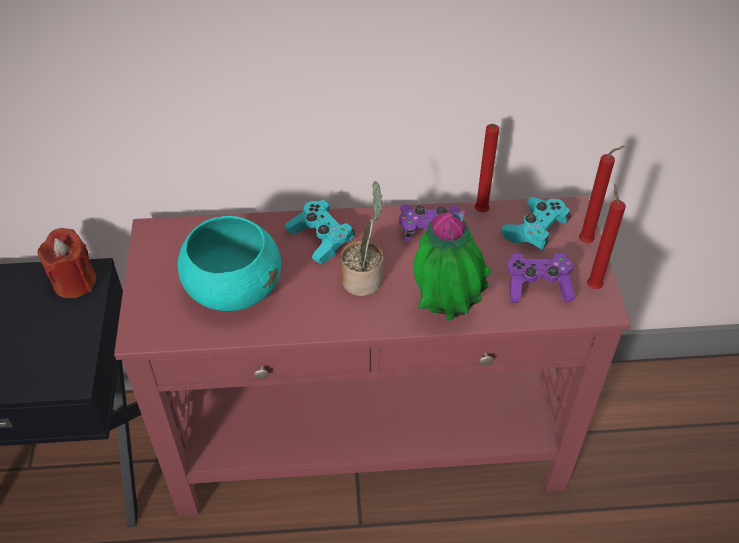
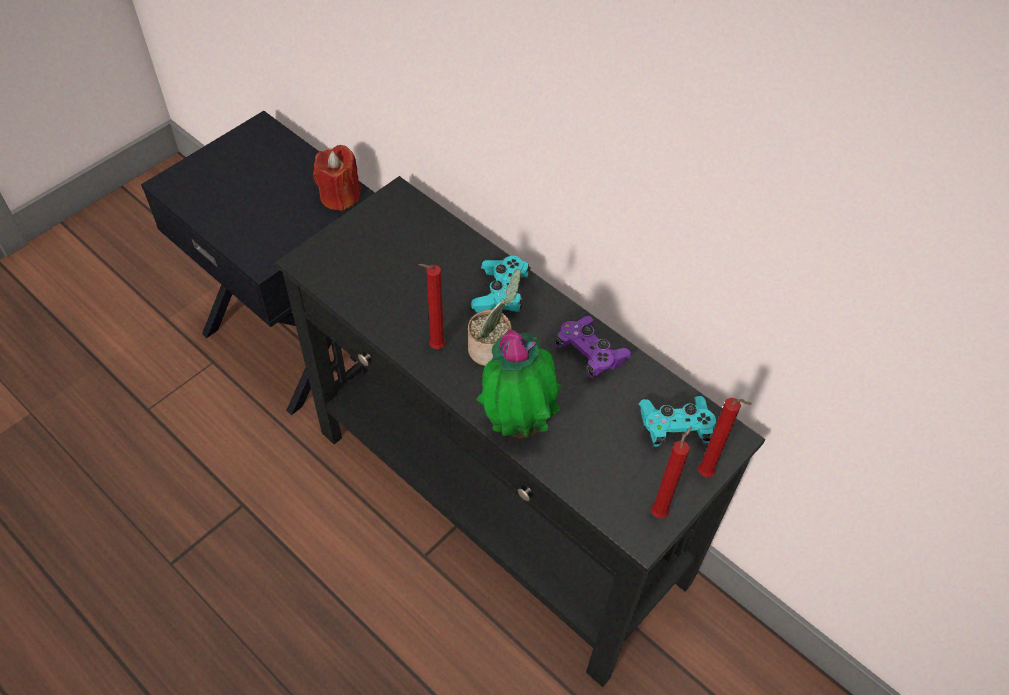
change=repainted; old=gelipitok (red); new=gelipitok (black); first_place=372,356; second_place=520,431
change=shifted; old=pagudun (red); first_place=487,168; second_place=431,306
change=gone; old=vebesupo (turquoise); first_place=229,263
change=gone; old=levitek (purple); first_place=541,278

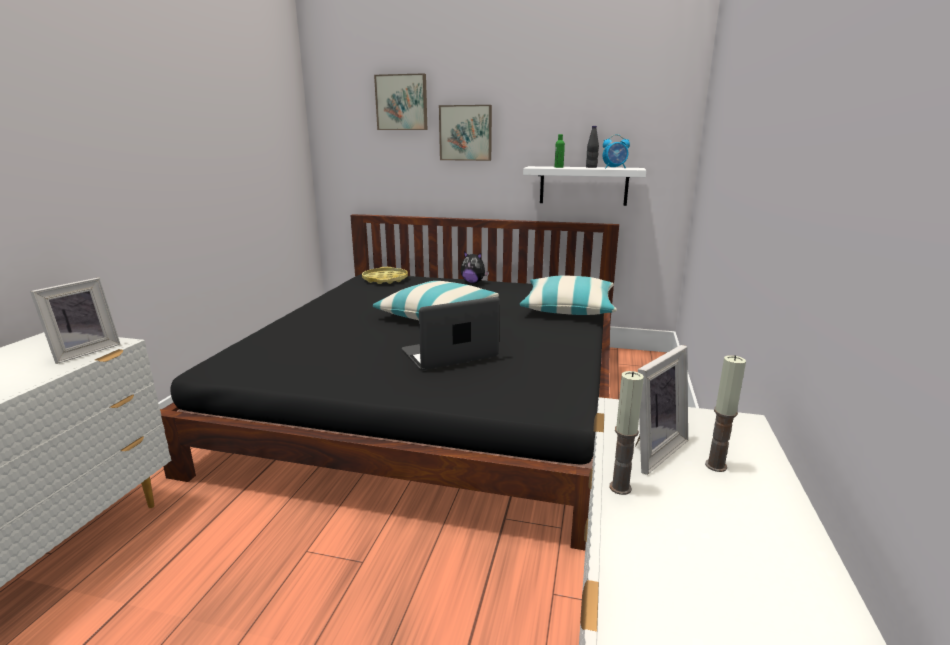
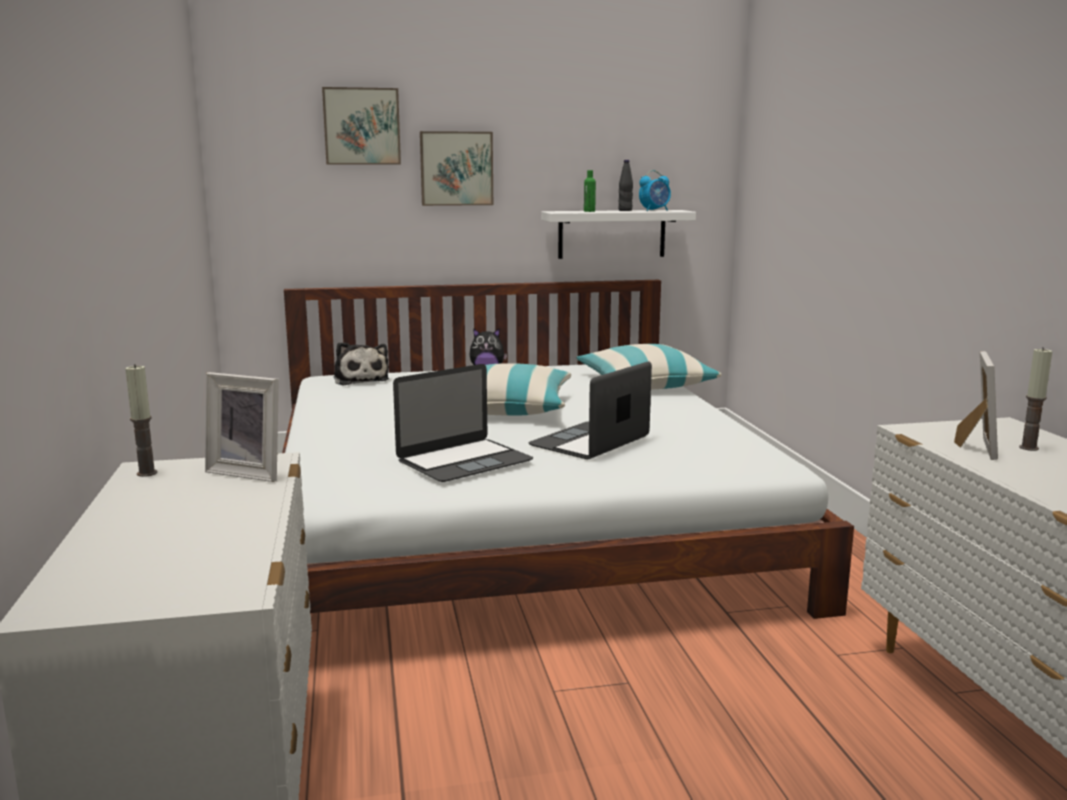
change=shifted; old=pagudun; first_place=626,433; second_place=141,420
change=rotated; old=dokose; first_place=75,321; second_place=242,427; degrees=105
change=repainted; old=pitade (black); new=pitade (white); first_place=389,382; second_place=568,449
change=swapped; old=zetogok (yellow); new=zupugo; first_place=385,275; second_place=361,364
change=new; new=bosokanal; second_place=463,423

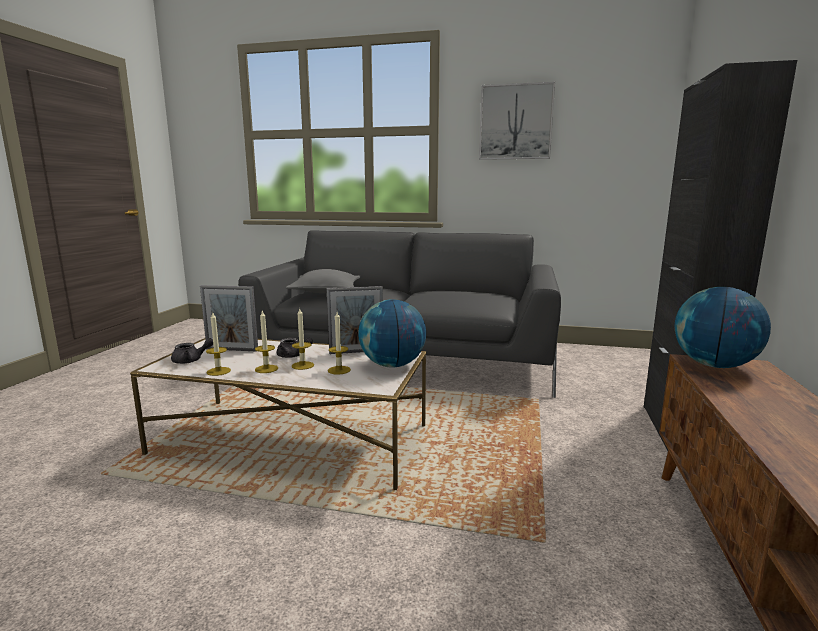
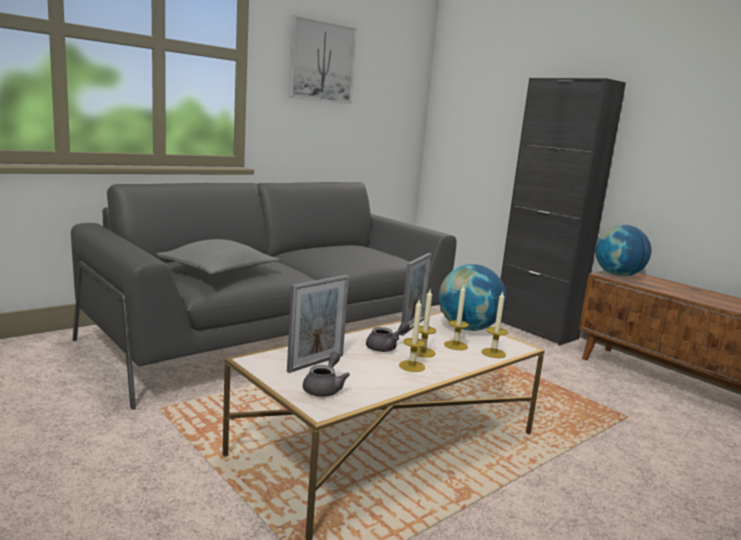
change=shifted; old=pagudun; first_place=218,343; second_place=494,325

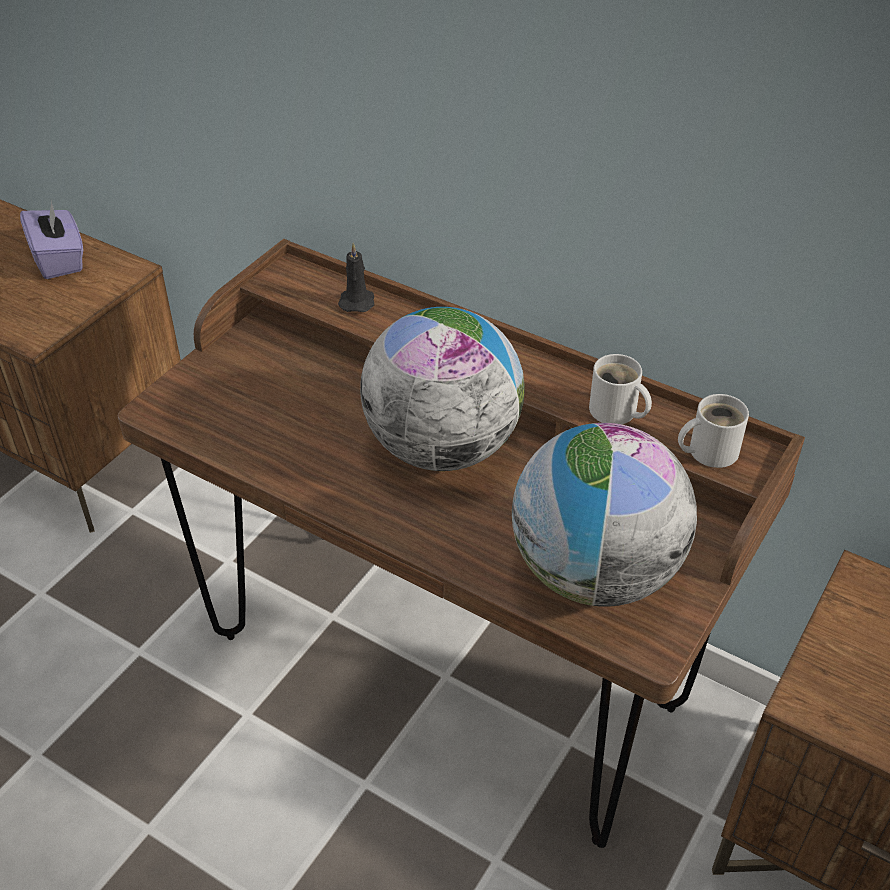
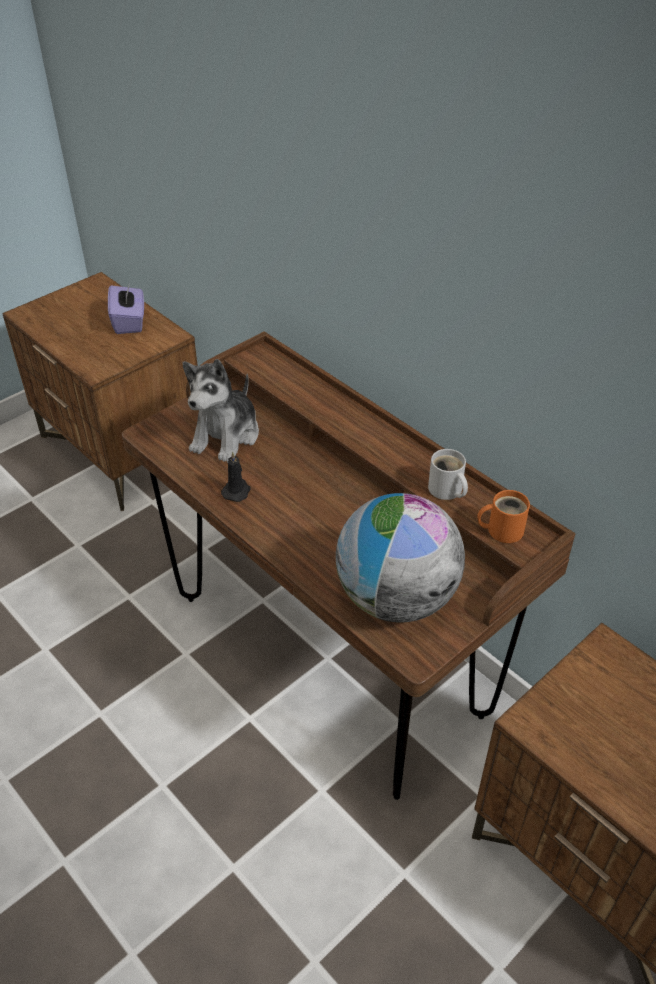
change=new; new=zupugo; second_place=221,411
change=shifted; old=pagudun (black); first_place=356,277; second_place=236,476
change=repainted; old=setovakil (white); new=setovakil (orange); first_place=713,431; second_place=503,516
change=gone; old=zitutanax; first_place=442,389

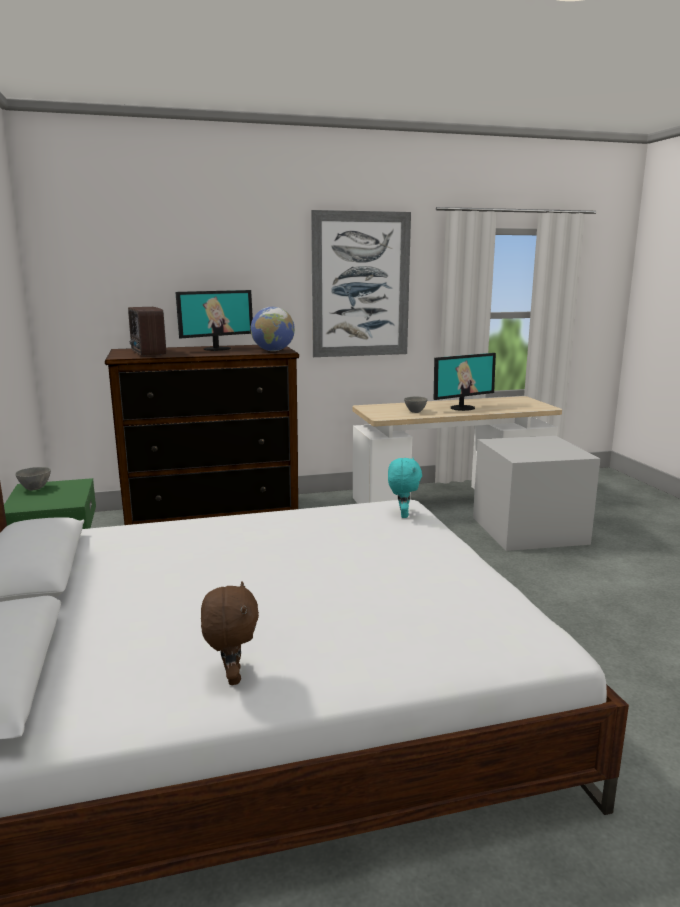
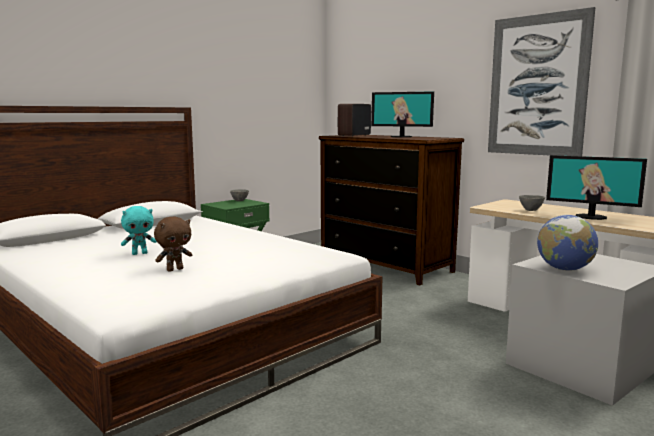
change=shifted; old=zupugo (turquoise); first_place=405,488; second_place=139,230
change=shifted; old=zupugo (brown); first_place=230,633; second_place=173,244
change=shifted; old=zitutanax; first_place=273,329; second_place=567,243

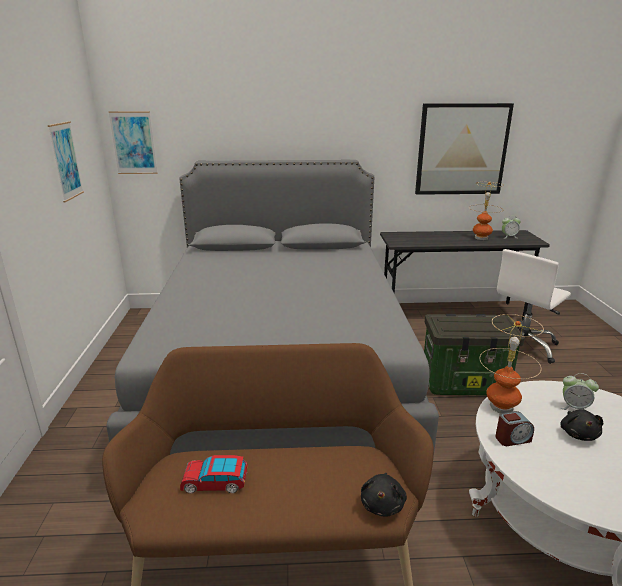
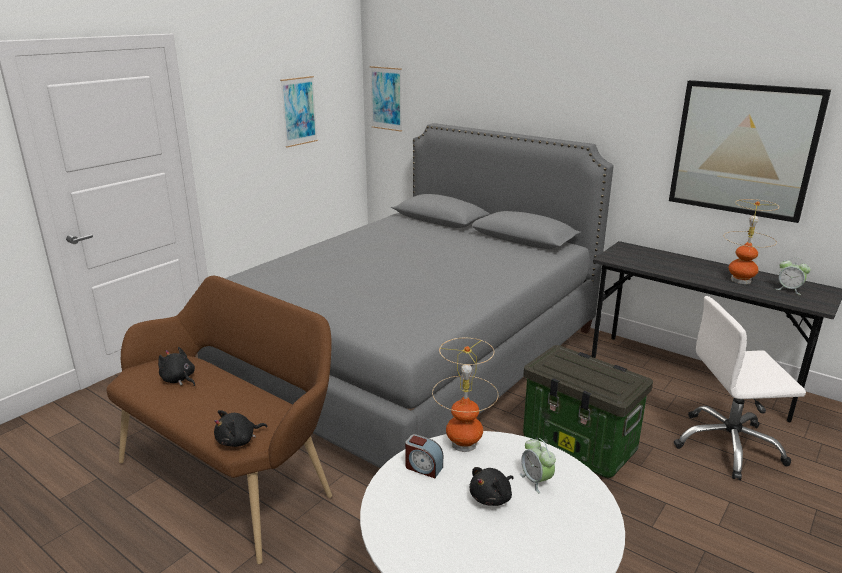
change=swapped; old=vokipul; new=zupugo (black); first_place=214,474; second_place=176,366

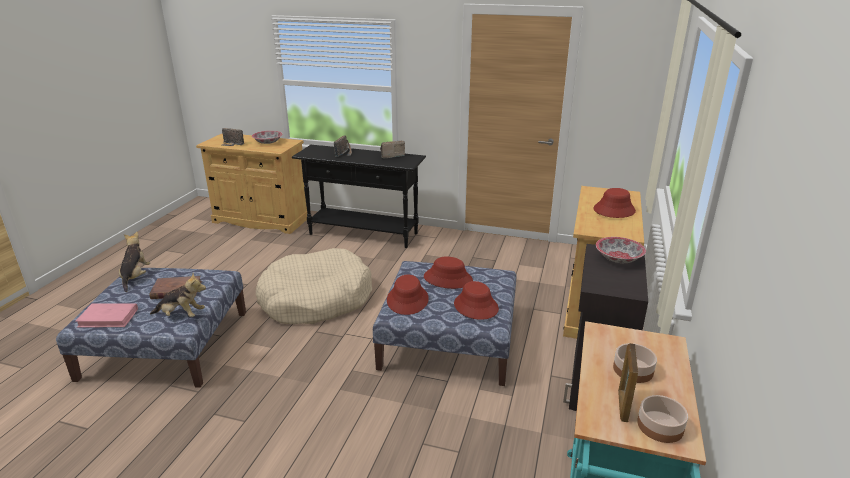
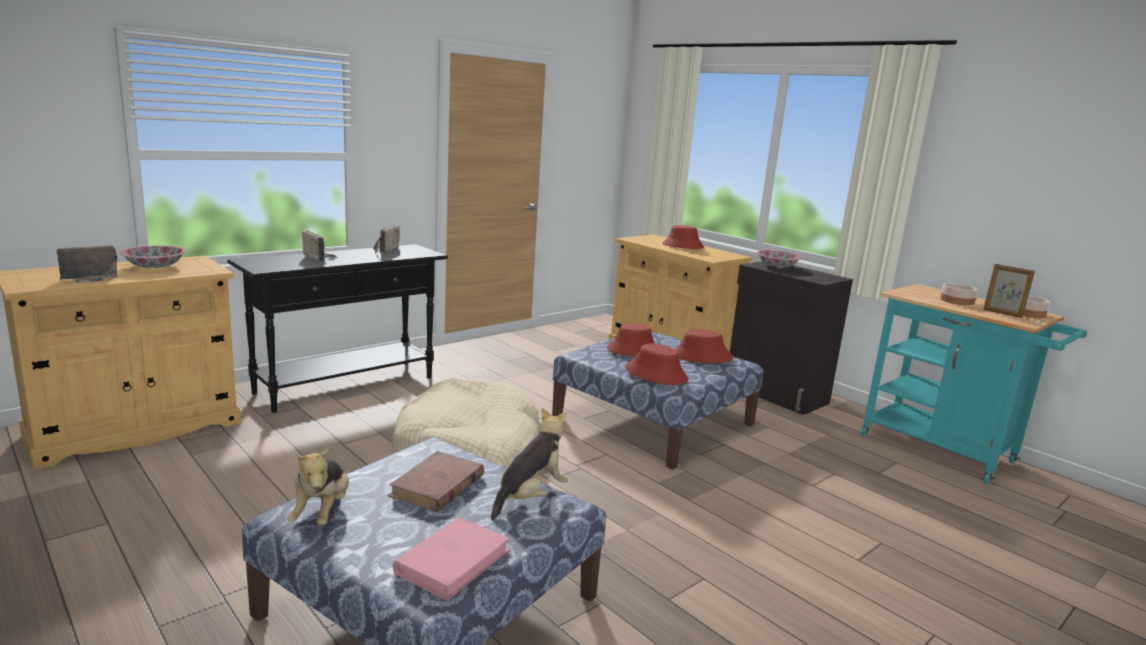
change=rotated; old=zupugo; first_place=135,262; second_place=318,486; degrees=-120

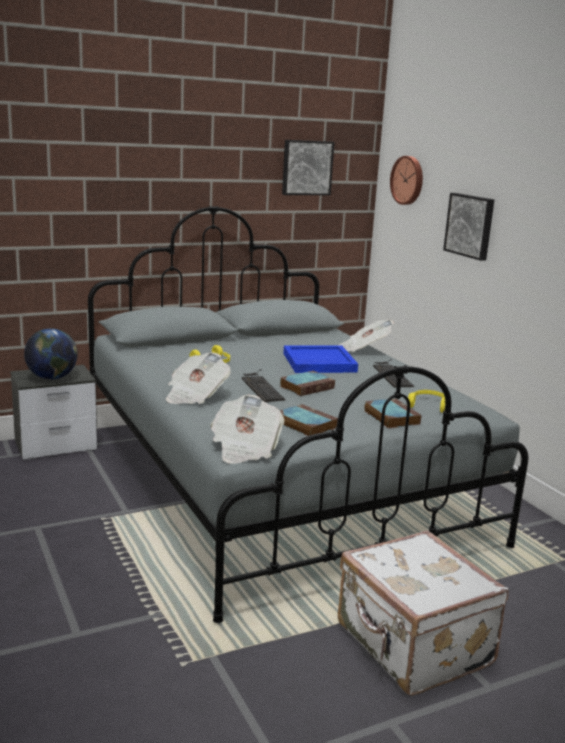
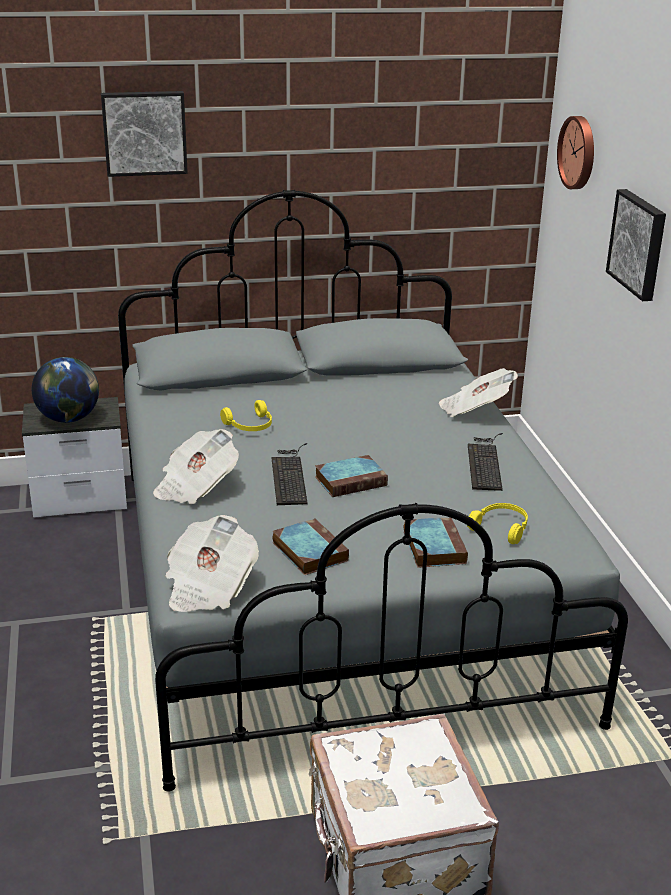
change=shifted; old=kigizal; first_place=308,167; second_place=144,134
change=gone; old=zetogok (blue); first_place=320,359

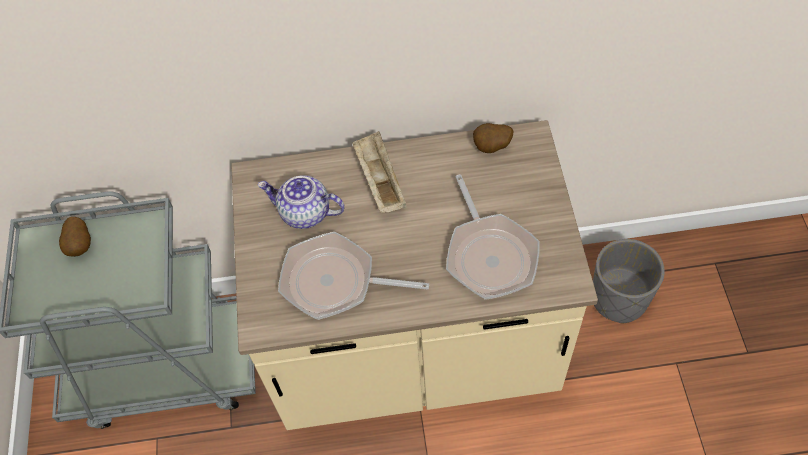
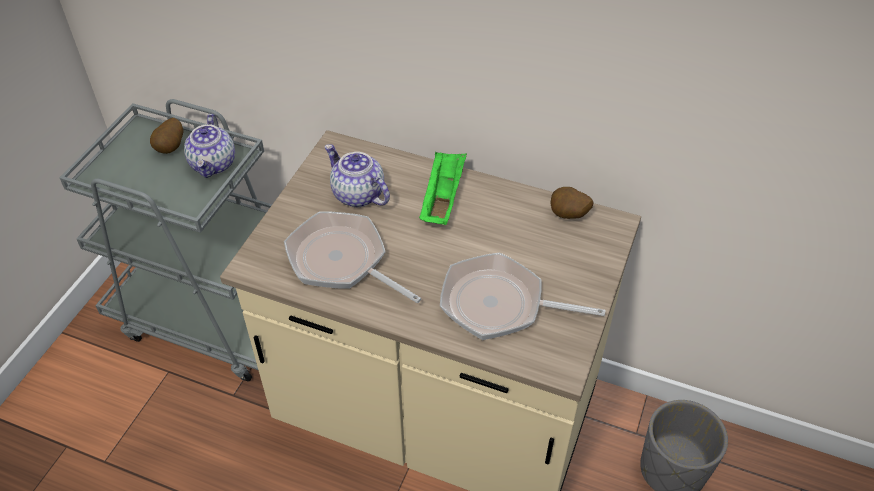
change=new; new=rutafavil; second_place=209,146
change=repainted; old=zetogok (beige); new=zetogok (green); first_place=379,172; second_place=443,188
change=rotated; old=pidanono; first_place=493,237; second_place=522,296; degrees=90

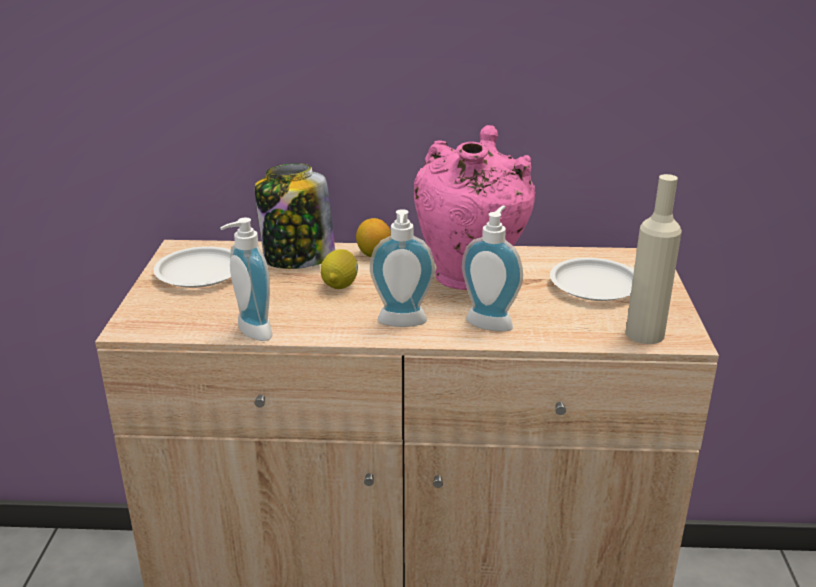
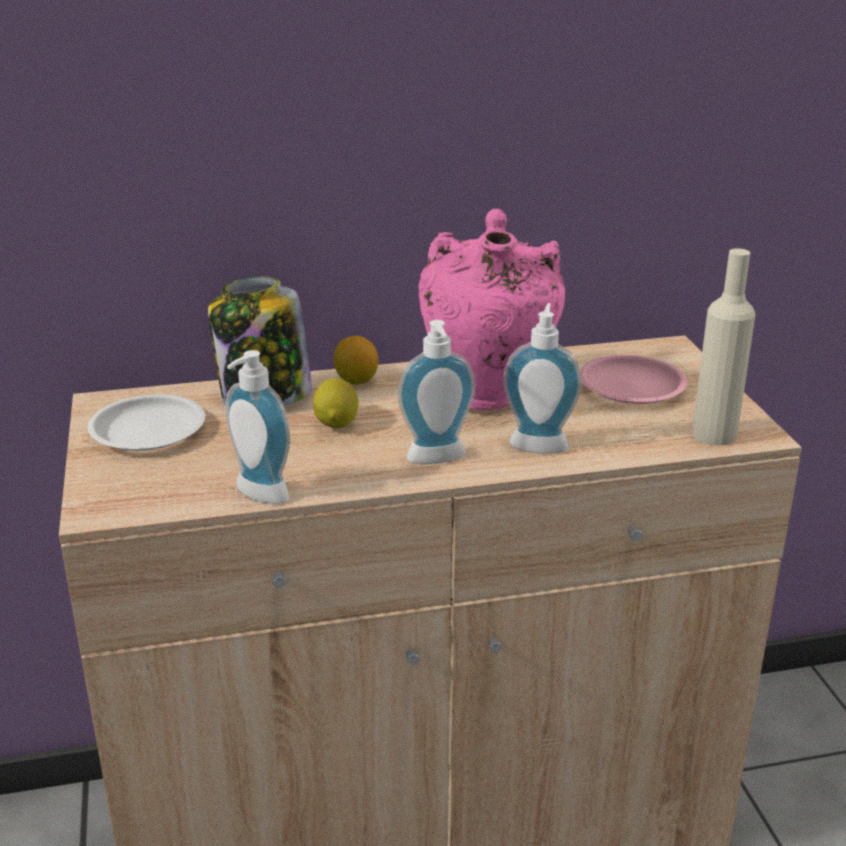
change=repainted; old=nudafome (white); new=nudafome (pink); first_place=592,279; second_place=633,379

